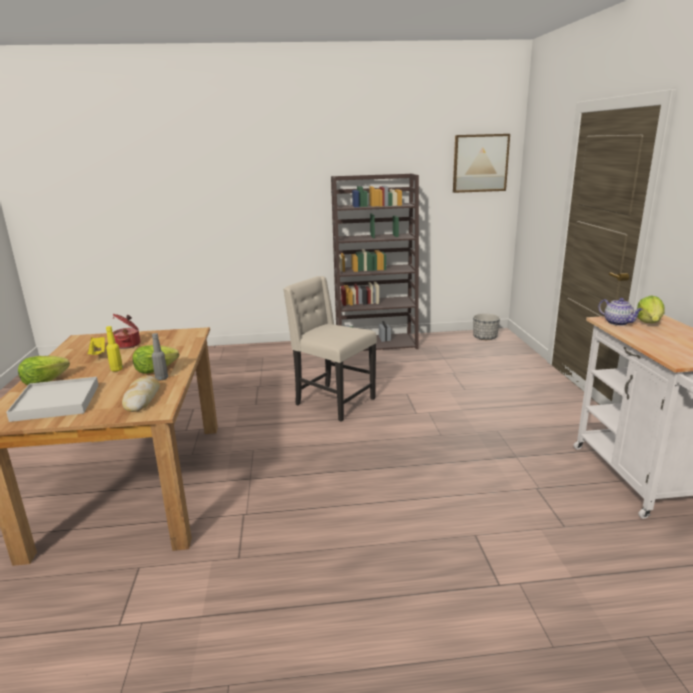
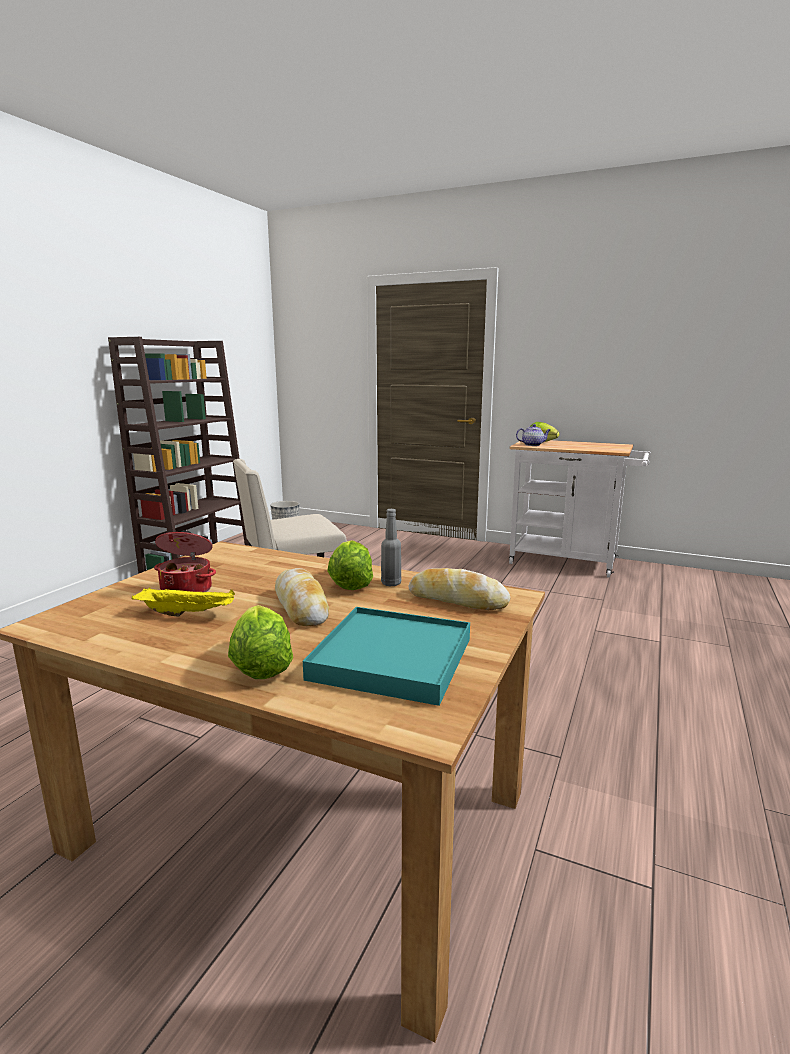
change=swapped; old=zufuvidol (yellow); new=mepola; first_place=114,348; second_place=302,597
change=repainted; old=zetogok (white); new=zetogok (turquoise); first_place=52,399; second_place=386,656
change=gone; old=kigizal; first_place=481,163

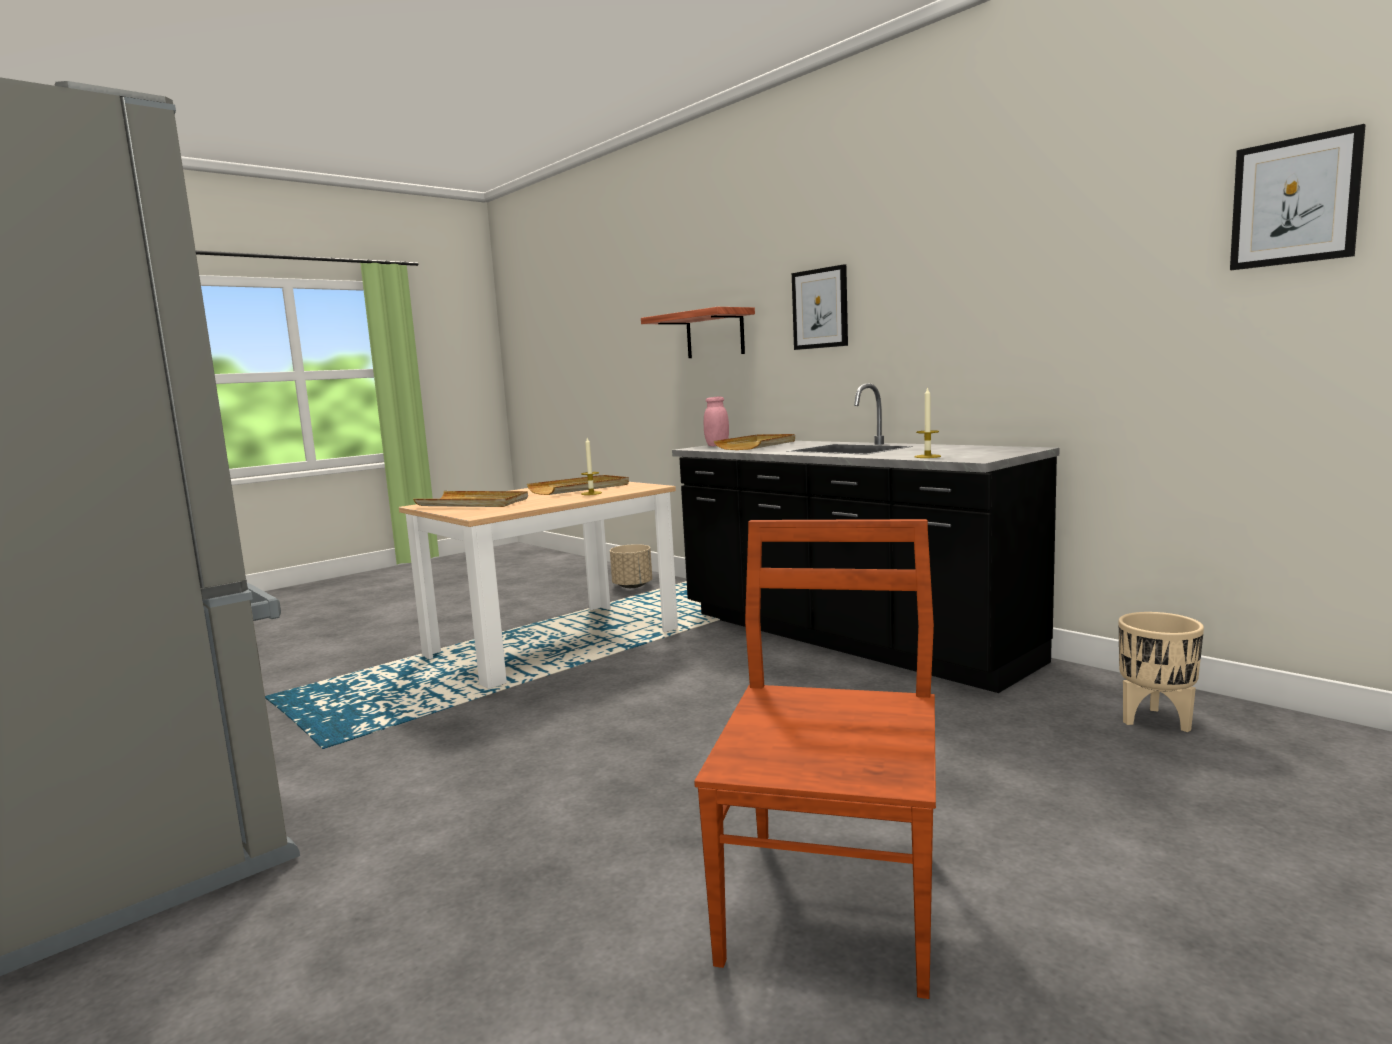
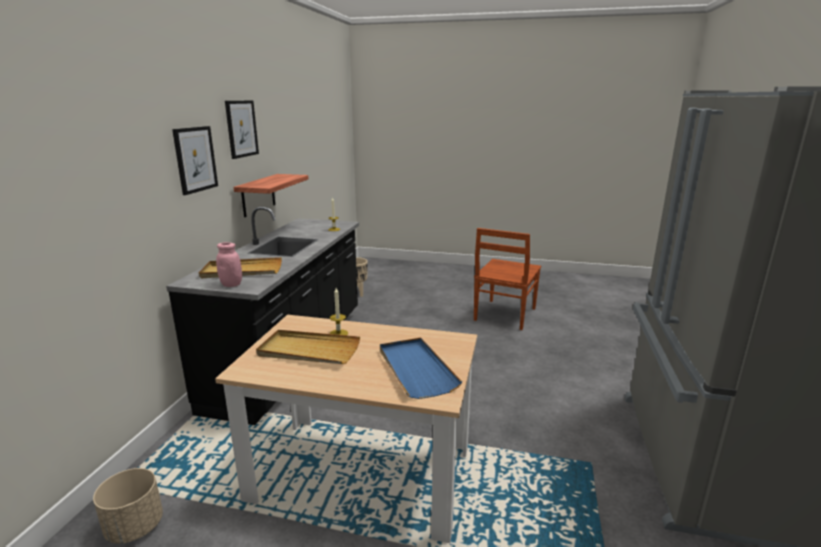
change=shifted; old=kigizal; first_place=1297,197; second_place=242,130
change=shifted; old=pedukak; first_place=698,332; second_place=270,195
change=repainted; old=zetogok (beige); new=zetogok (blue); first_place=470,499; second_place=421,368
change=rotated; old=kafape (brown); first_place=815,759; second_place=507,279; degrees=-45

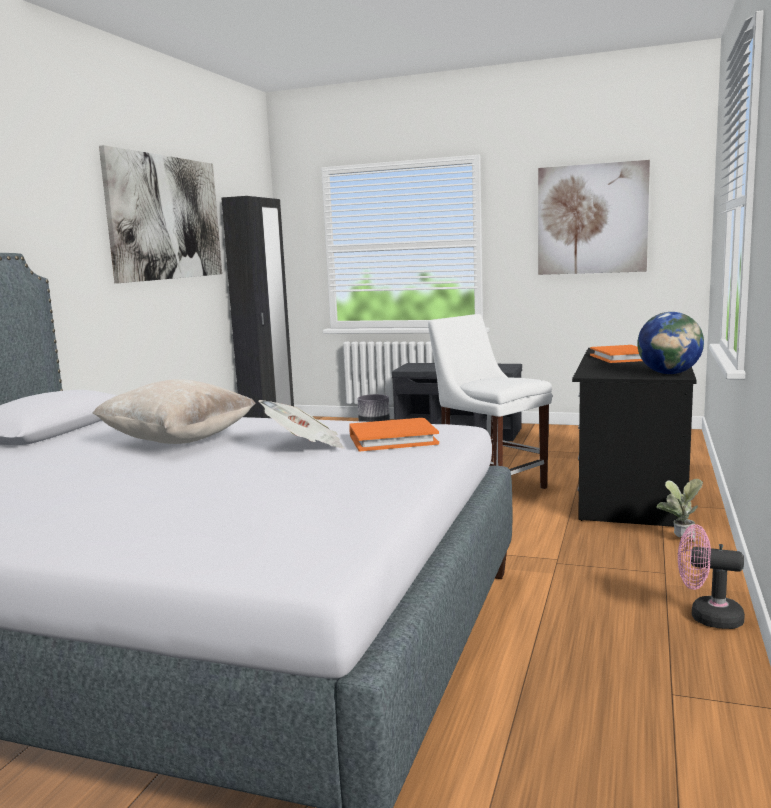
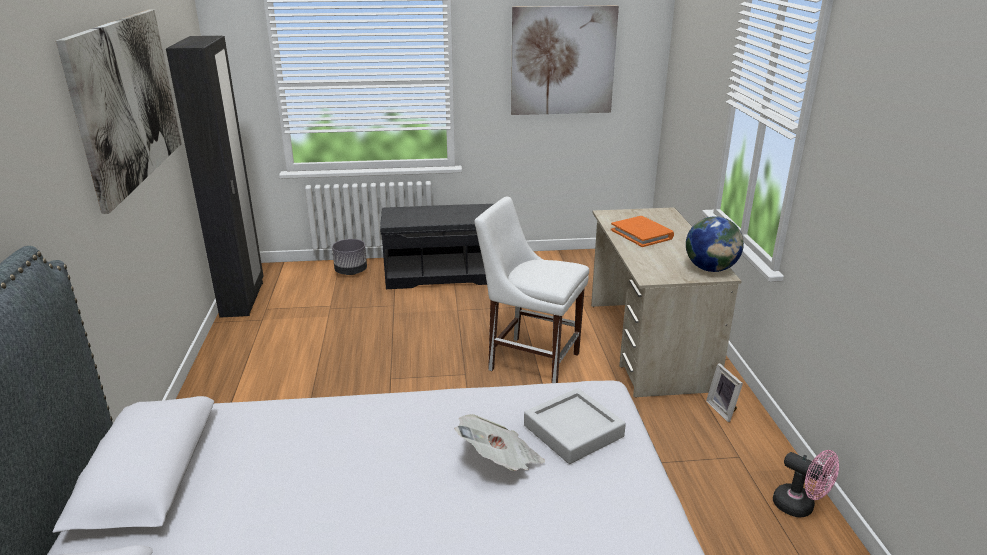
change=swapped; old=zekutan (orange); new=zetogok (grey); first_place=394,434; second_place=575,426
change=repainted; old=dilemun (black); new=dilemun (beige); first_place=634,437; second_place=666,302
change=swapped; old=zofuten; new=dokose; first_place=679,510; second_place=724,392
change=rotated; old=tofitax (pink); first_place=711,576; second_place=806,483; degrees=-135
change=gone; old=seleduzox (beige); first_place=174,411

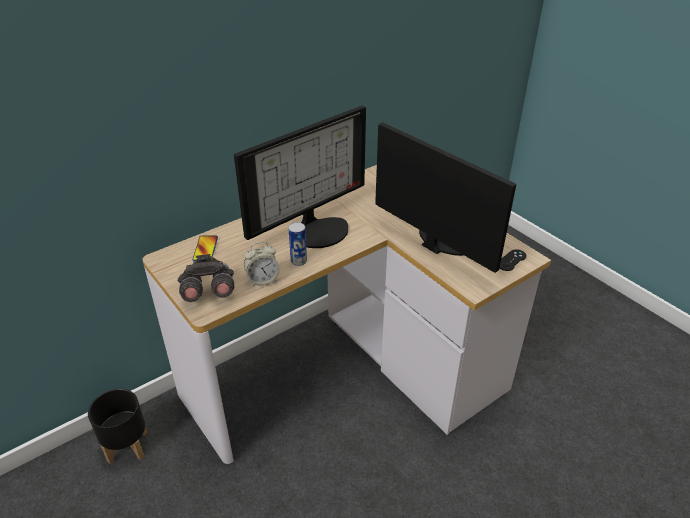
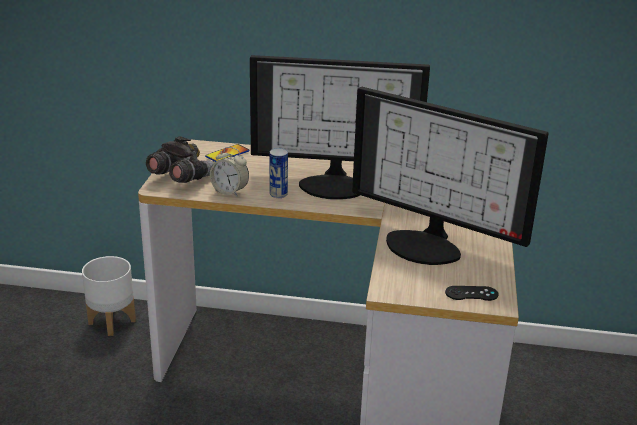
change=repainted; old=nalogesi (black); new=nalogesi (white); first_place=117,426; second_place=109,296
change=rotated; old=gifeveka; first_place=445,197; second_place=450,176; degrees=120

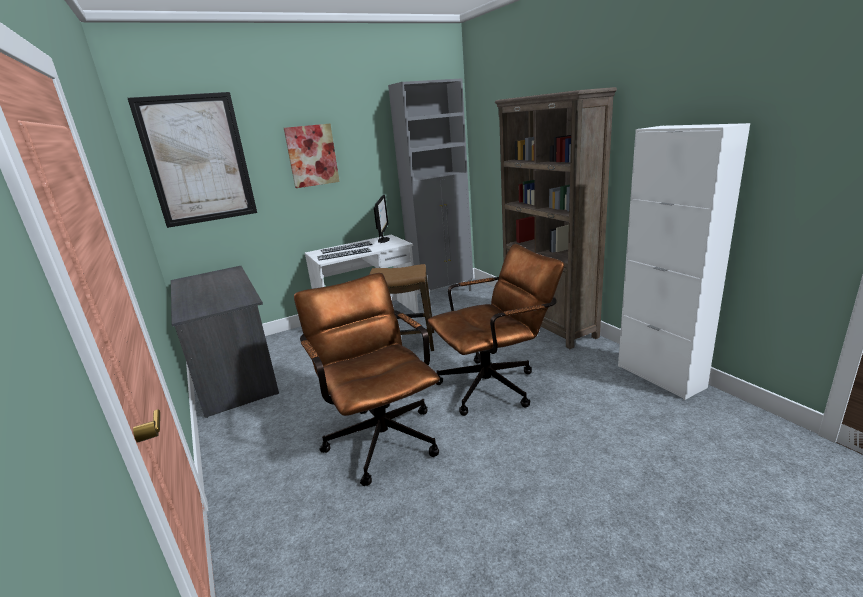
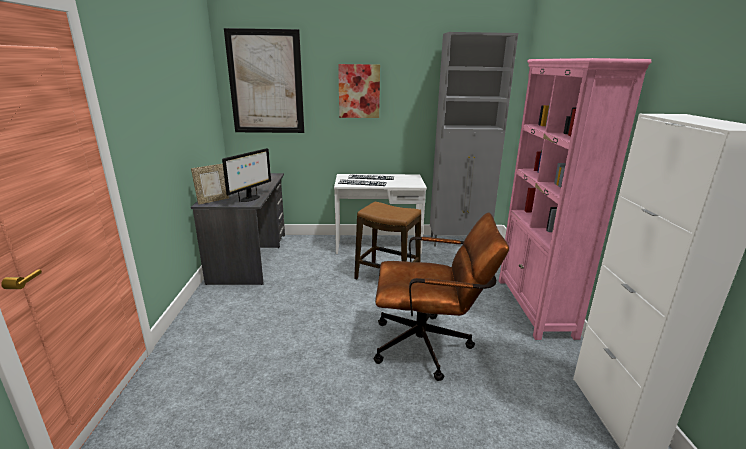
change=new; new=dokose; second_place=210,184
change=shifted; old=gifeveka; first_place=382,219; second_place=246,175
change=repainted; old=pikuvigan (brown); new=pikuvigan (pink); first_place=556,218; second_place=575,199
change=gone; old=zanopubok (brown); first_place=367,379

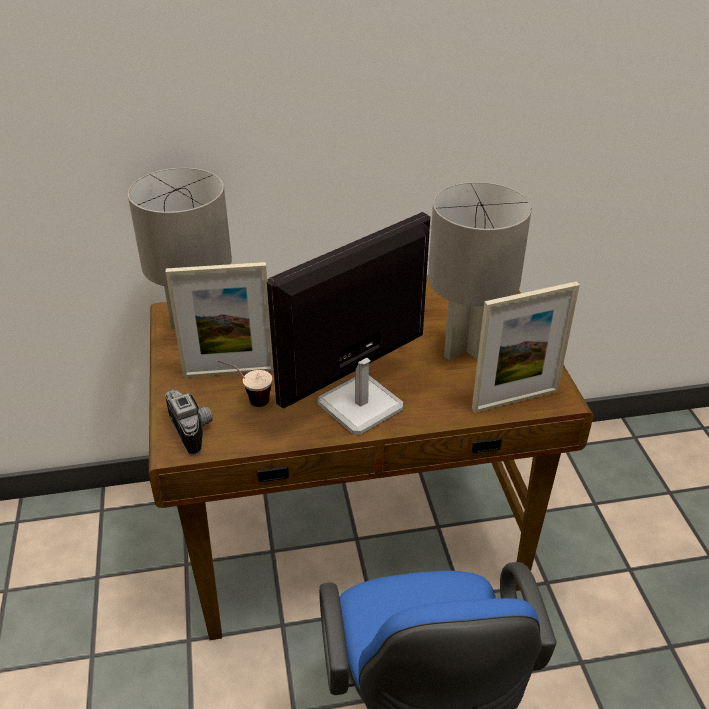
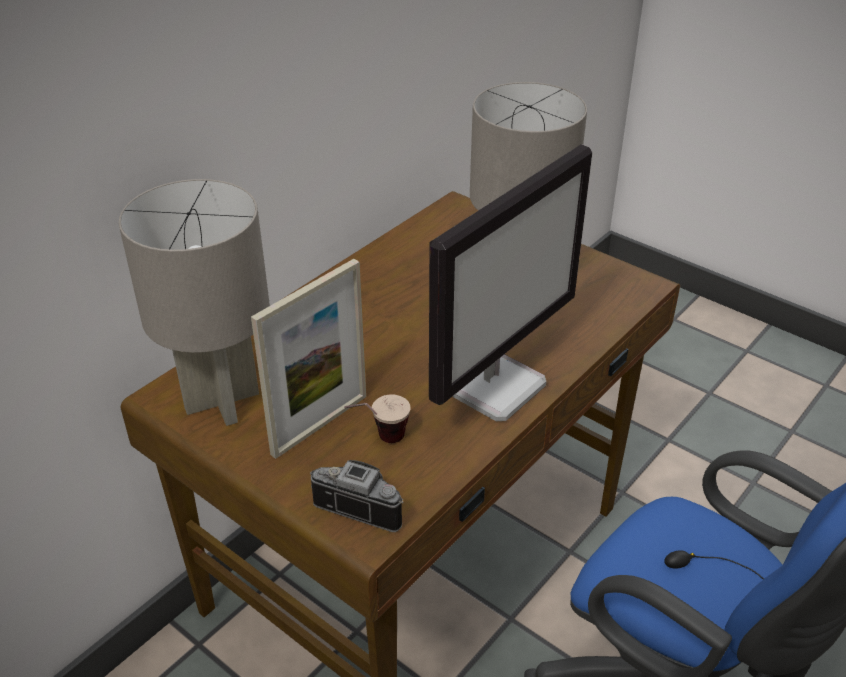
change=rotated; old=gifeveka; first_place=348,323; second_place=510,282; degrees=-150
change=gone; old=dokose; first_place=526,347

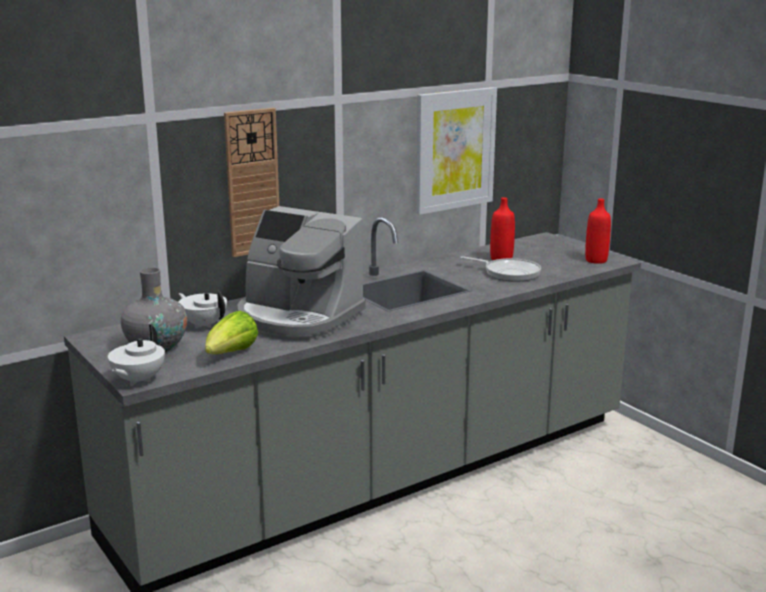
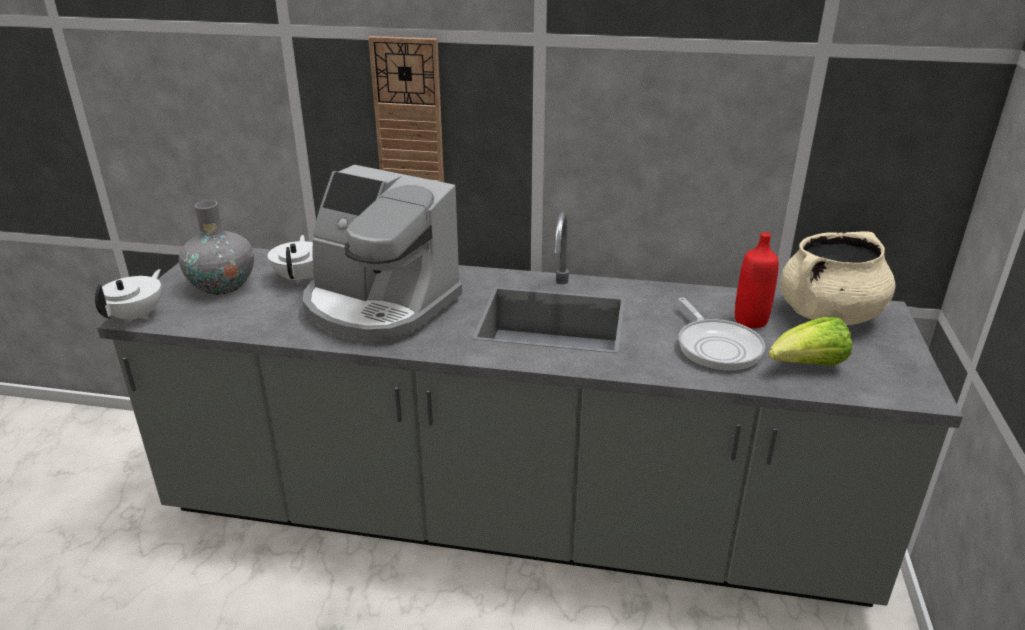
change=rotated; old=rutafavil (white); first_place=136,355; second_place=128,296; degrees=135
change=rotated; old=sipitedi; first_place=301,273; second_place=382,254; degrees=-45
change=shifted; old=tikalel; first_place=231,332; second_place=810,341
change=new; new=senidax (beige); second_place=838,278
change=gone; old=kigizal; first_place=456,151
change=gone; old=zufuvidol (red); first_place=598,231

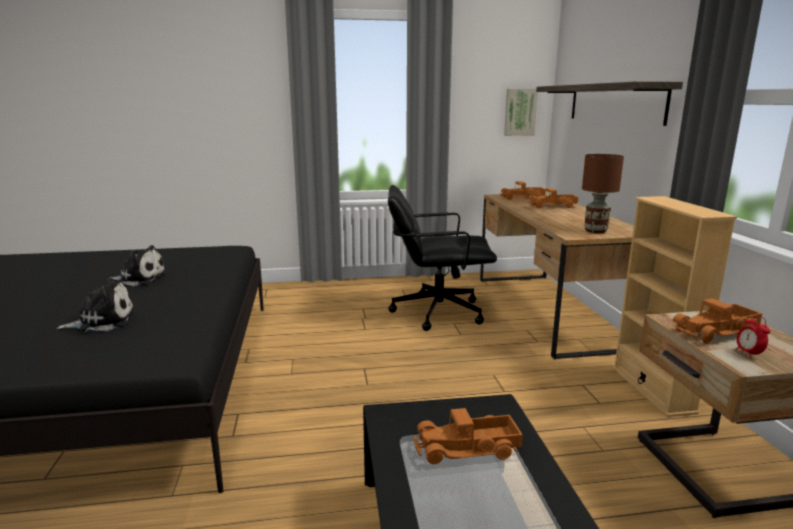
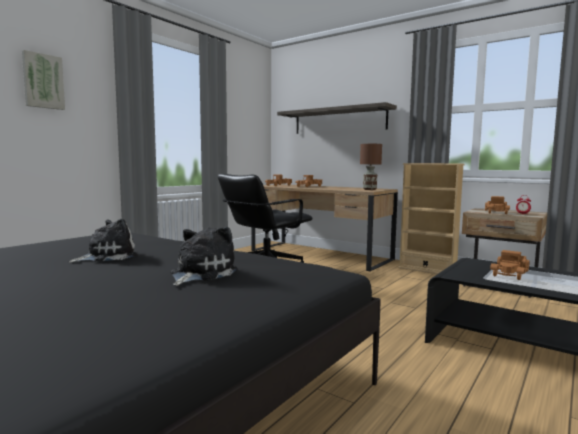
change=shifted; old=kigizal; first_place=521,112; second_place=43,80

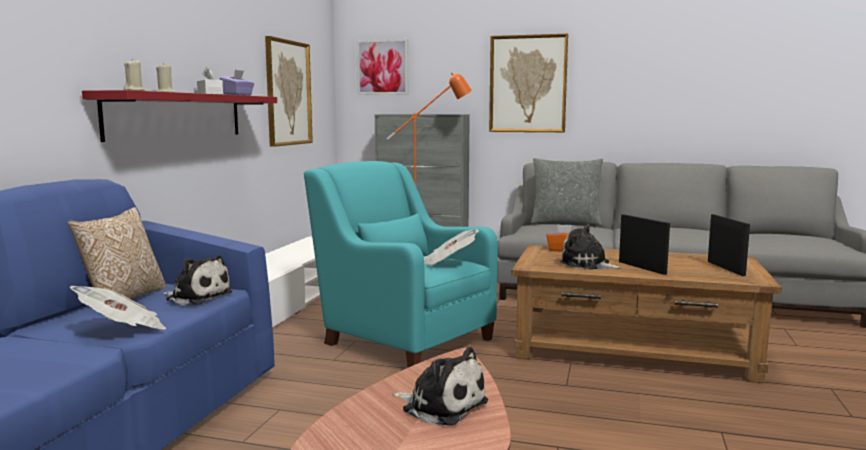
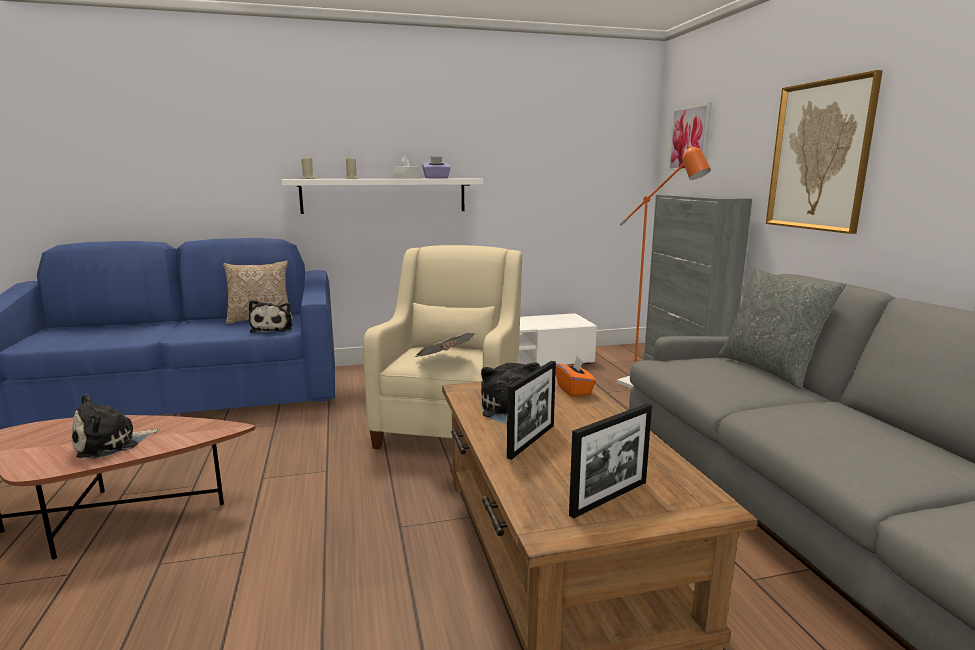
change=rotated; old=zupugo; first_place=440,386; second_place=115,426; degrees=45
change=repainted; old=pedukak (red); new=pedukak (white); first_place=179,116; second_place=382,196
change=repainted; old=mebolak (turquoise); new=mebolak (beige); first_place=401,264; second_place=442,347
change=gone; old=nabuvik; first_place=118,307
change=gone; old=kigizal; first_place=289,91

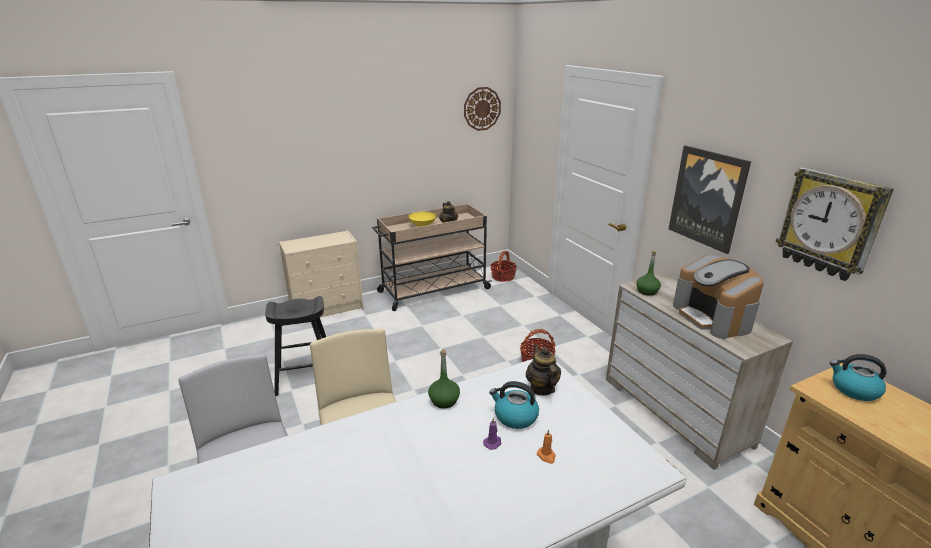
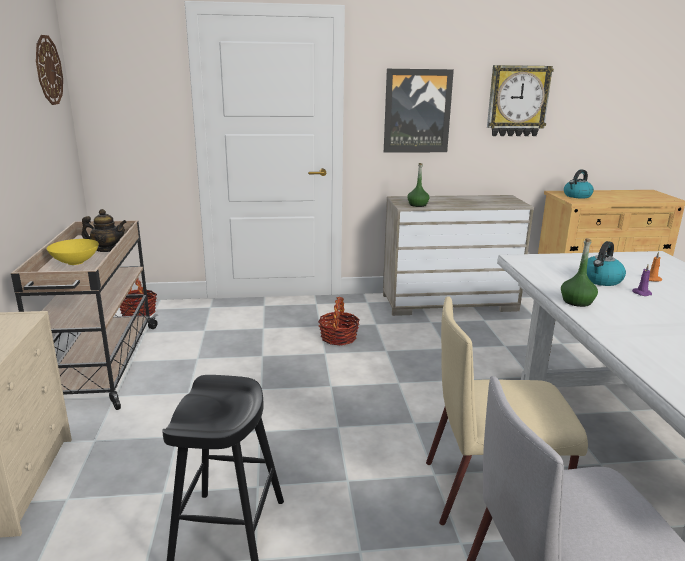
change=gone; old=rutafavil; first_place=543,370
change=gone; old=sipitedi; first_place=718,297

